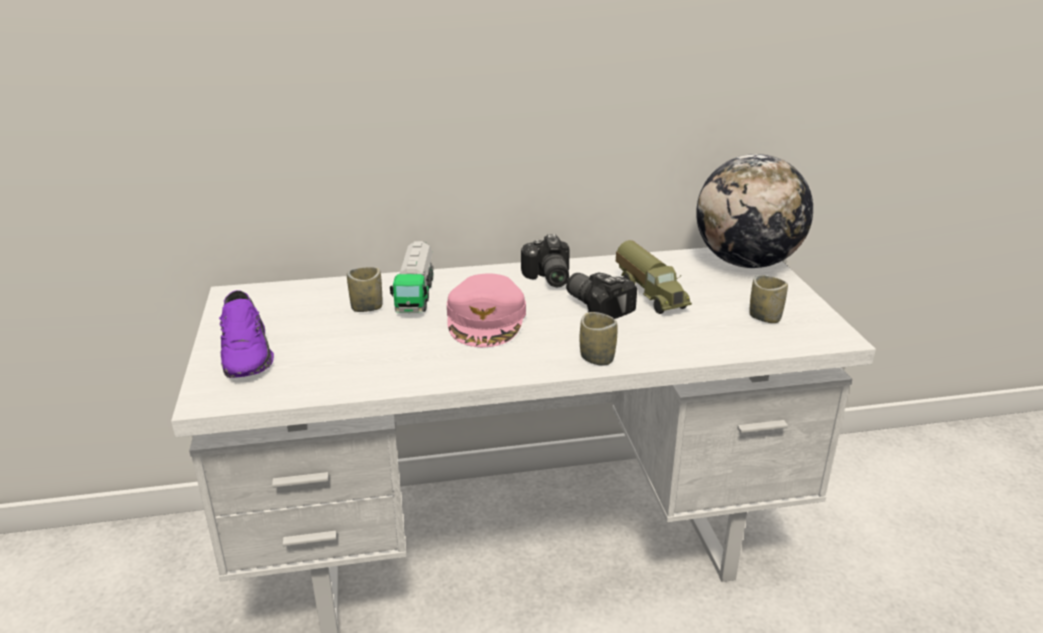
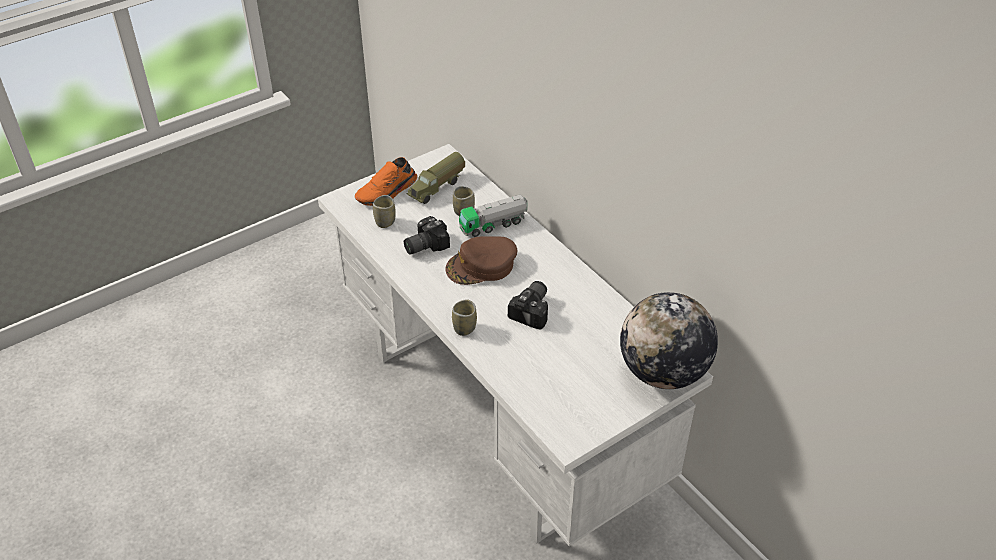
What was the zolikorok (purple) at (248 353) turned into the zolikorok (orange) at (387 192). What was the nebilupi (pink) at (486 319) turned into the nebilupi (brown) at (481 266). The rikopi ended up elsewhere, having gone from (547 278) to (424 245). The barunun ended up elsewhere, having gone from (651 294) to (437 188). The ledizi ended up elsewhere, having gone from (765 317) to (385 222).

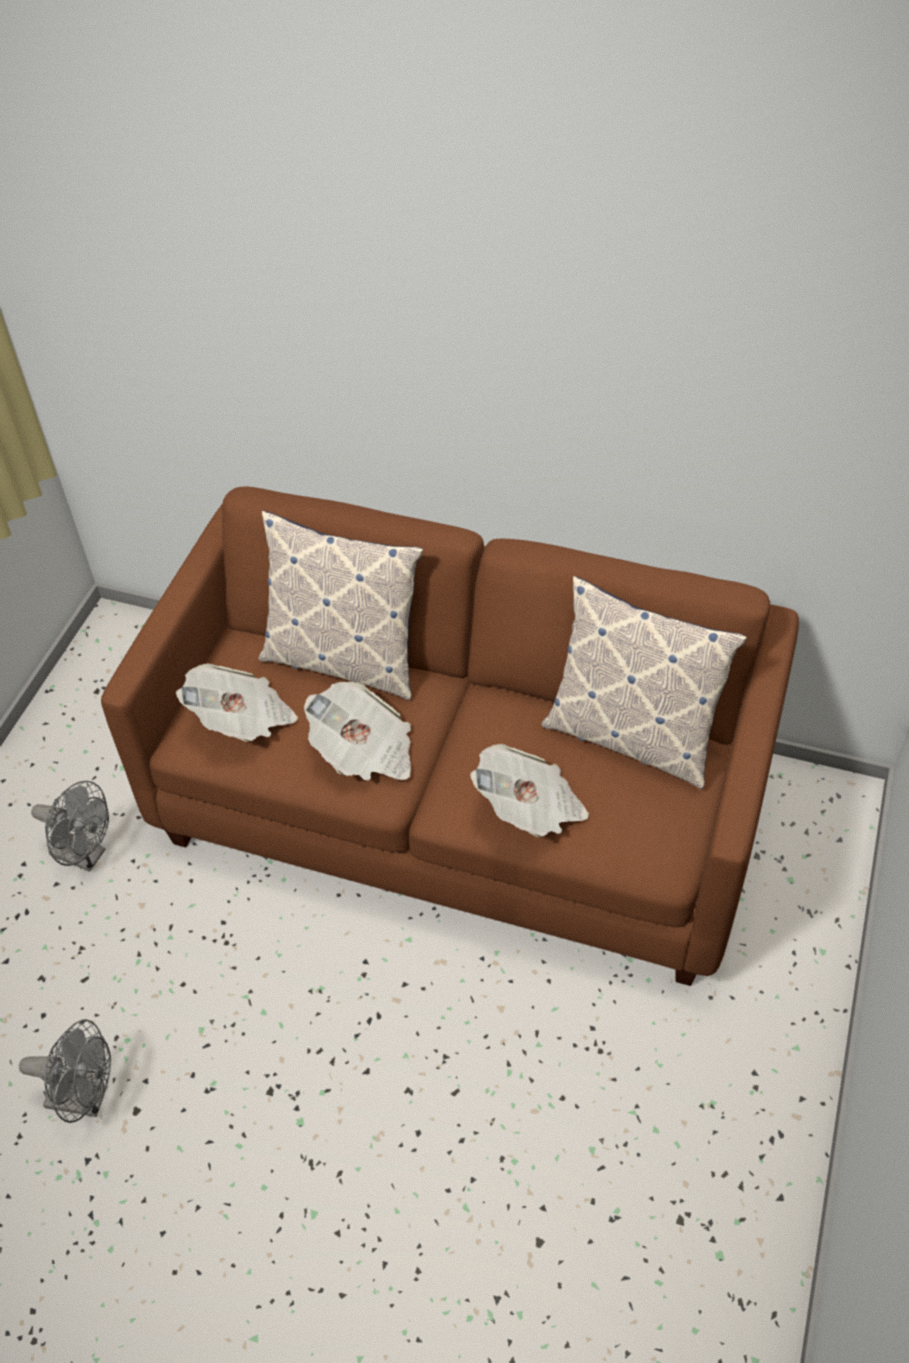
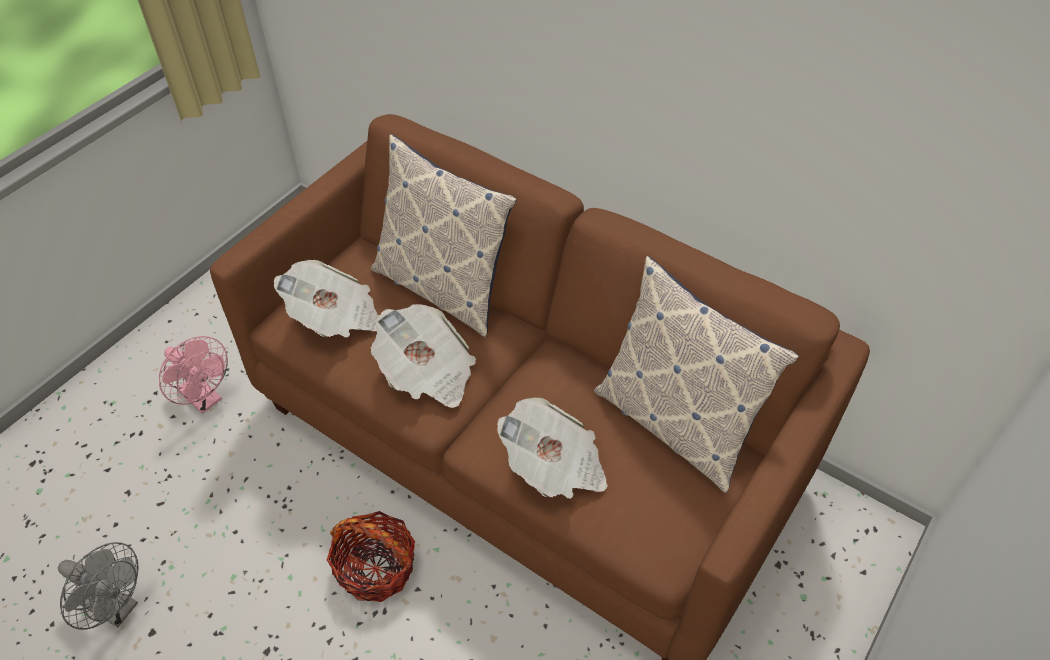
What was the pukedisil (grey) at (86 855) turned into the pukedisil (pink) at (205 399). The second view gained the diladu at (376 568).

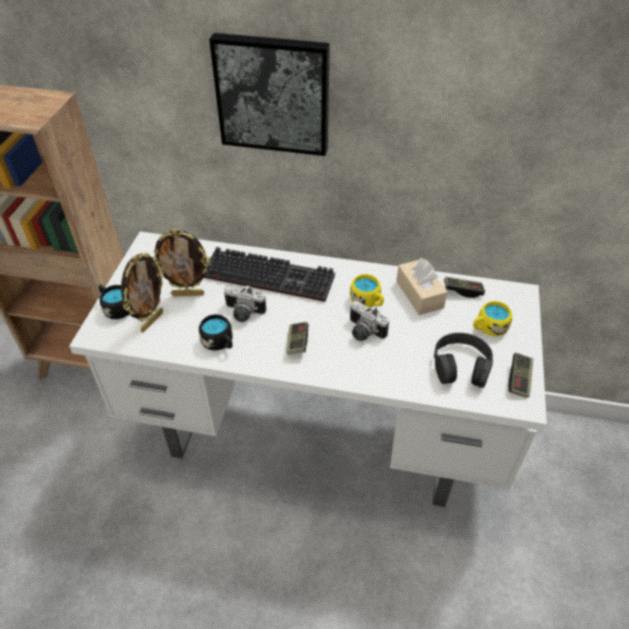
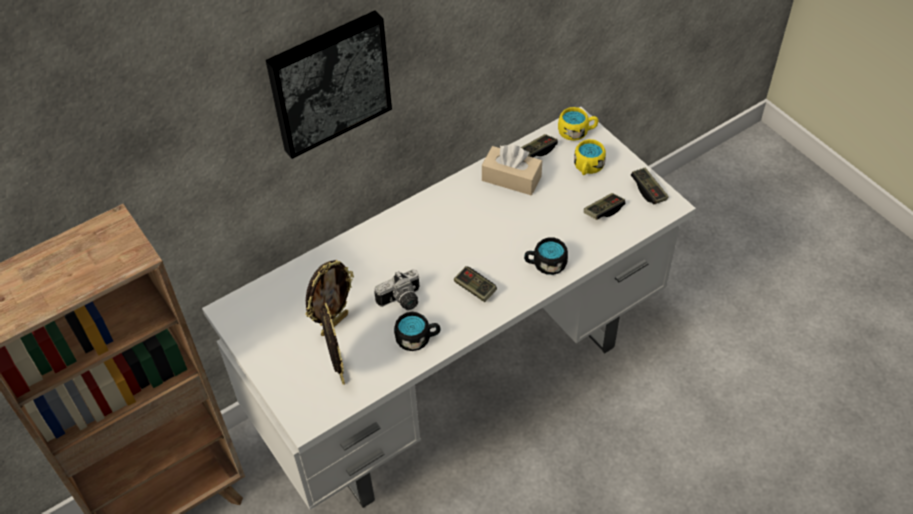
The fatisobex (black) ended up elsewhere, having gone from (116 308) to (545 264). The second view lost the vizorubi at (271 275). The fatisobex (yellow) ended up elsewhere, having gone from (367 301) to (577 132). The second view lost the rikopi at (363 332). Where the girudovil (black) stood at (461 366), the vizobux came to stand at (603 211).

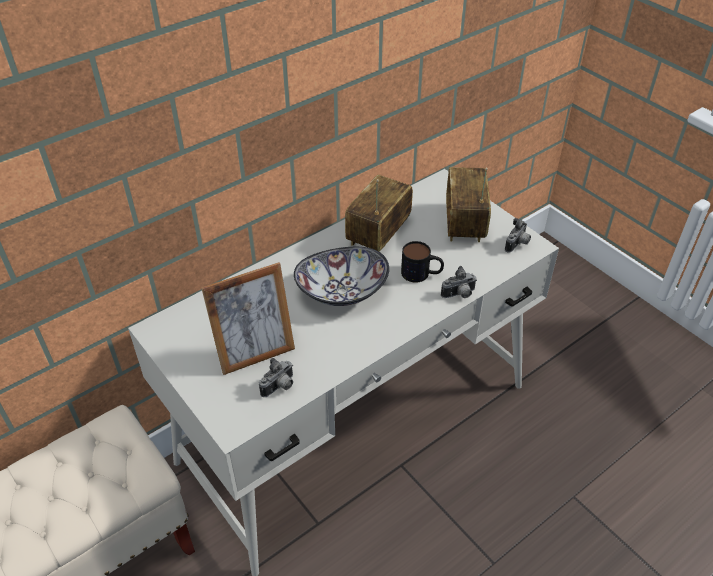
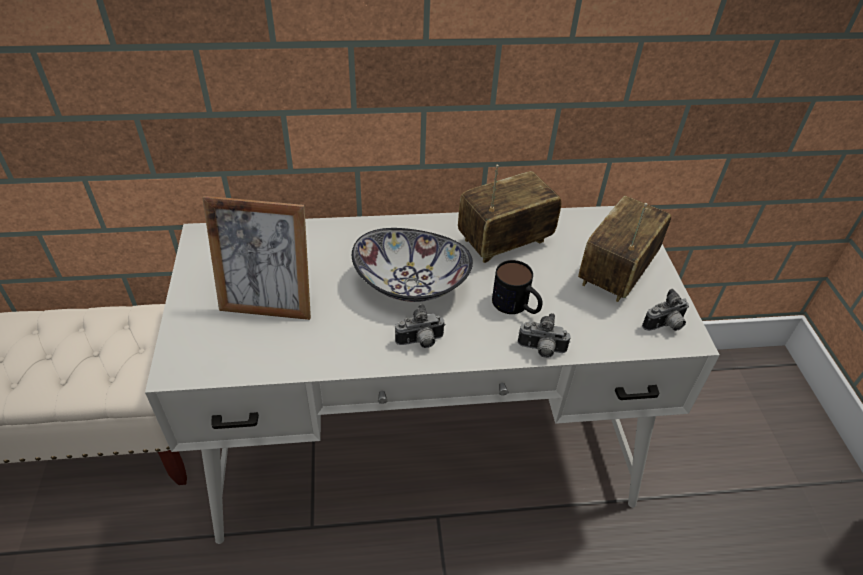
The rikopi ended up elsewhere, having gone from (279 387) to (420 342).

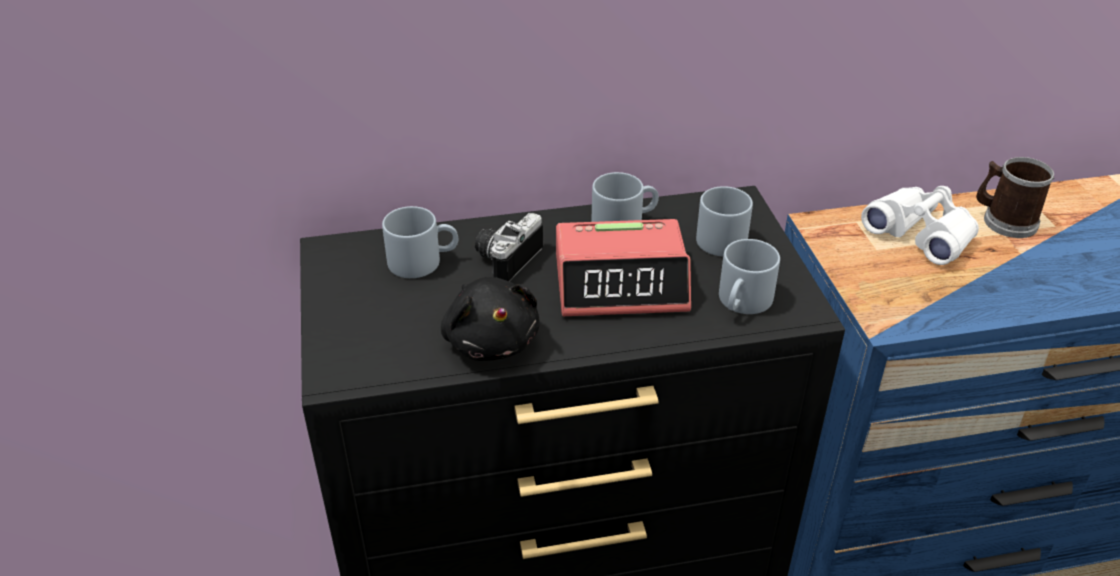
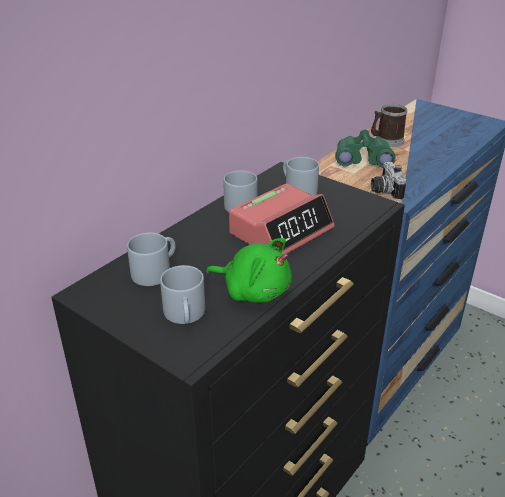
What was the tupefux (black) at (491 340) turned into the tupefux (green) at (254 290). The rikopi ended up elsewhere, having gone from (505 259) to (384 191). The fatisobex (grey) ended up elsewhere, having gone from (743 303) to (186 315). What was the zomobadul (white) at (921 234) turned into the zomobadul (green) at (363 159).

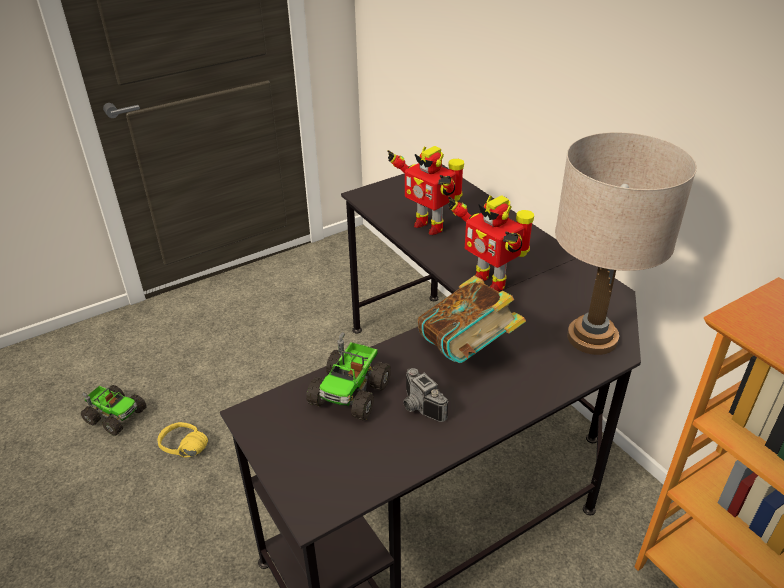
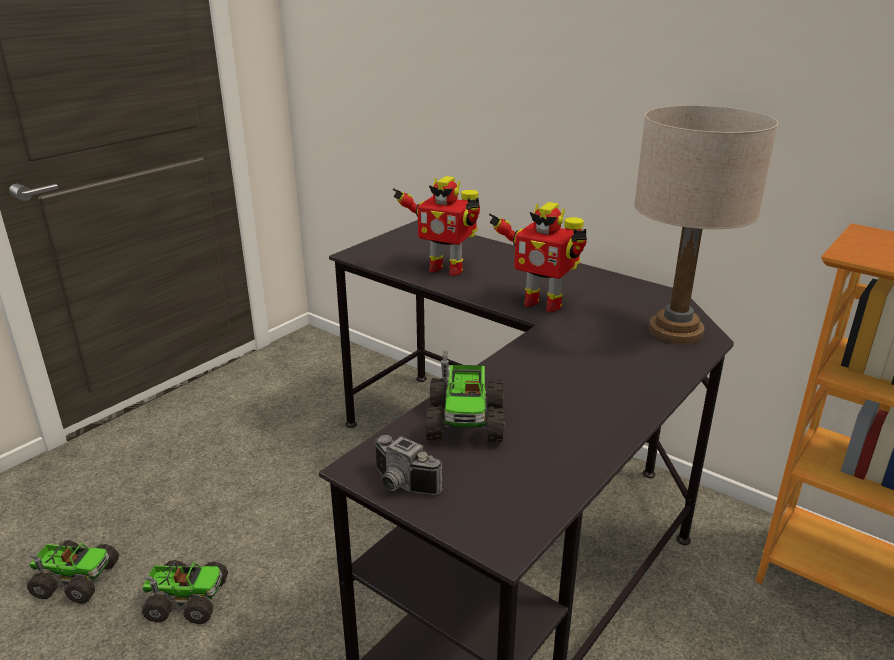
Where the girudovil (yellow) stood at (180 452), the barunun came to stand at (186 600). The rikopi ended up elsewhere, having gone from (419 408) to (401 485). The second view lost the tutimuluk at (467 350).

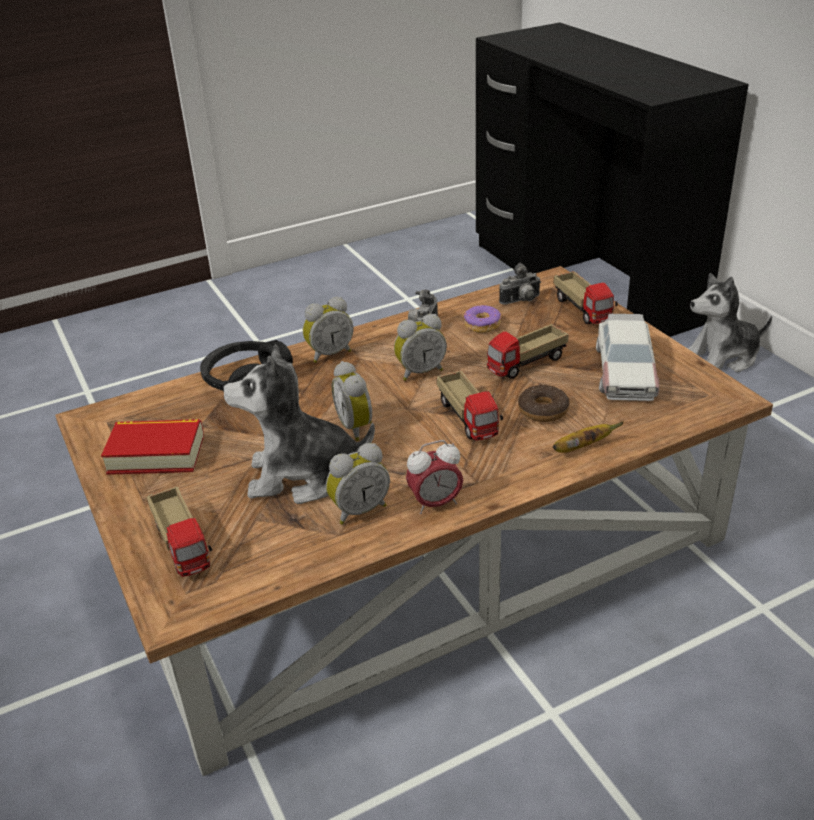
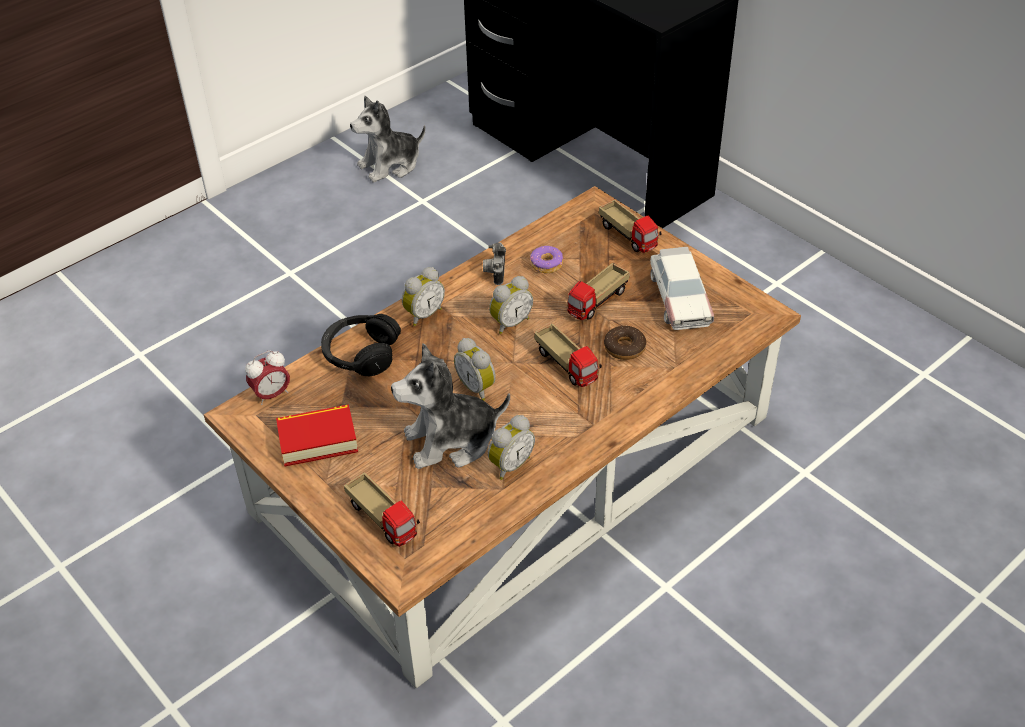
The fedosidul ended up elsewhere, having gone from (435 504) to (271 395). The second view lost the rikopi at (521 301). The second view lost the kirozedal at (582 447). The tupefux ended up elsewhere, having gone from (722 358) to (390 165).

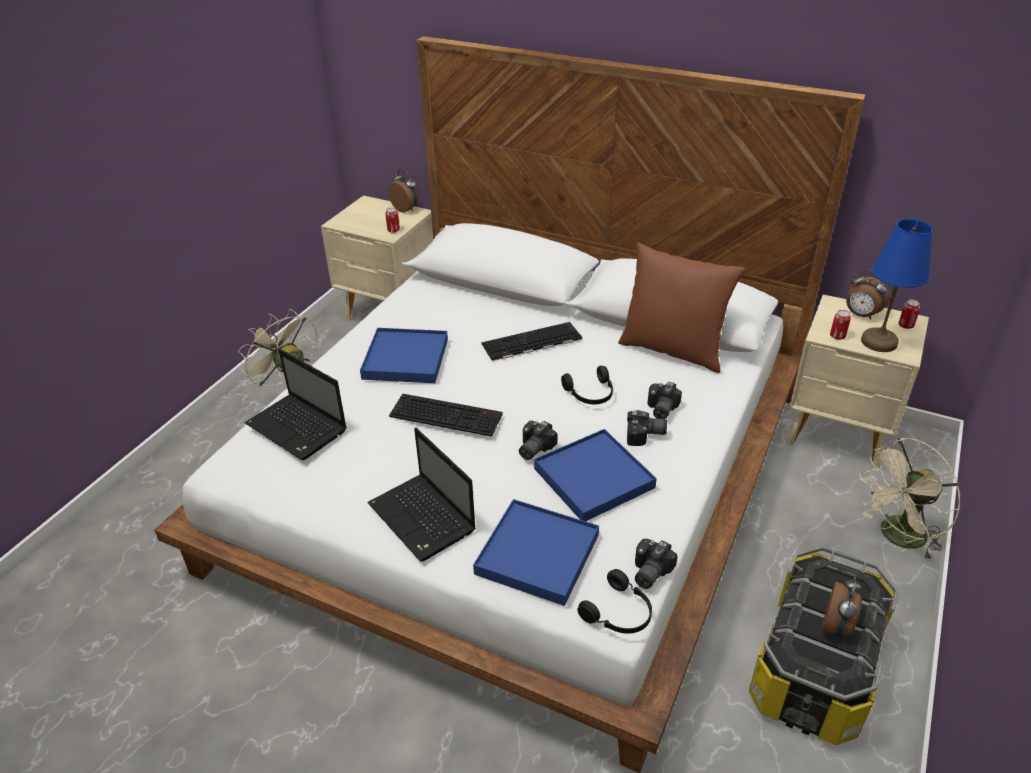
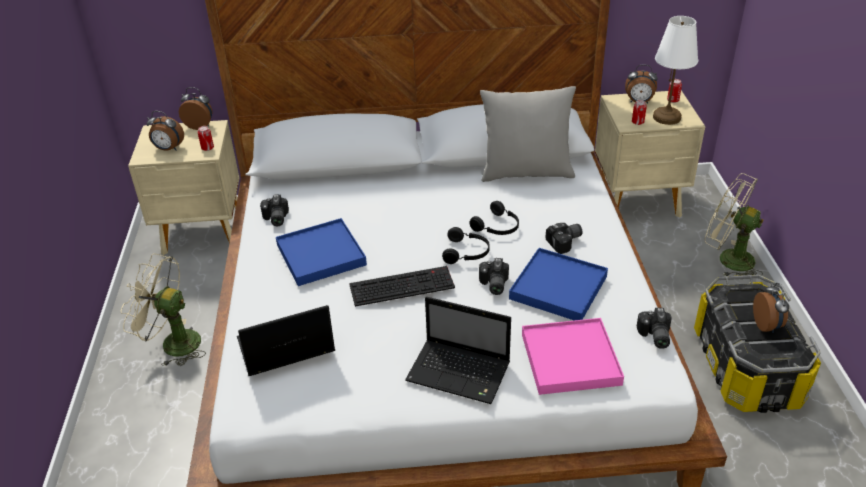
The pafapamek at (298 428) ended up facing another way, 150 degrees clockwise from before. What was the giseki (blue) at (537 555) turned into the giseki (pink) at (570 359). The second view lost the vizorubi at (531 342). The girudovil (black) ended up elsewhere, having gone from (619 613) to (467 252). What was the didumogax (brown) at (672 350) turned into the didumogax (grey) at (526 172). The rikopi ended up elsewhere, having gone from (660 409) to (275 219). The pukedisil (beige) at (897 538) ended up facing another way, 90 degrees clockwise from before. What was the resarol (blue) at (879 342) turned into the resarol (white) at (667 117). The second view gained the fedosidul at (168 149).

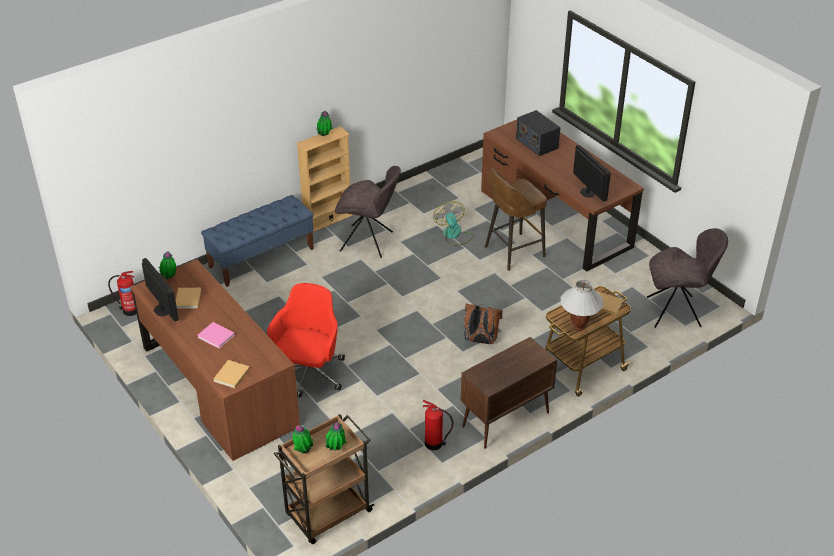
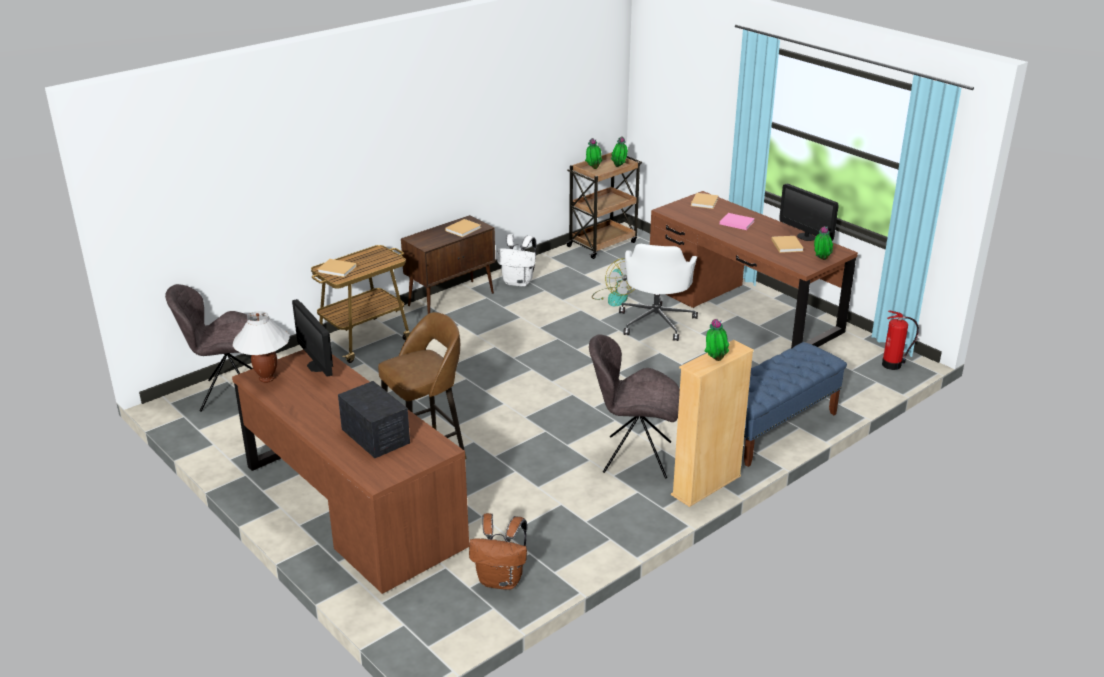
What was the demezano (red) at (308 374) turned into the demezano (white) at (656 321). Where the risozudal stood at (435 444), the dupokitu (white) came to stand at (518 282). The pukedisil ended up elsewhere, having gone from (454 235) to (614 297). The dupokitu (brown) ended up elsewhere, having gone from (480 341) to (501 580). The resarol (white) ended up elsewhere, having gone from (579 327) to (266 379). The second view gained the tutimuluk (beige) at (464 229).

